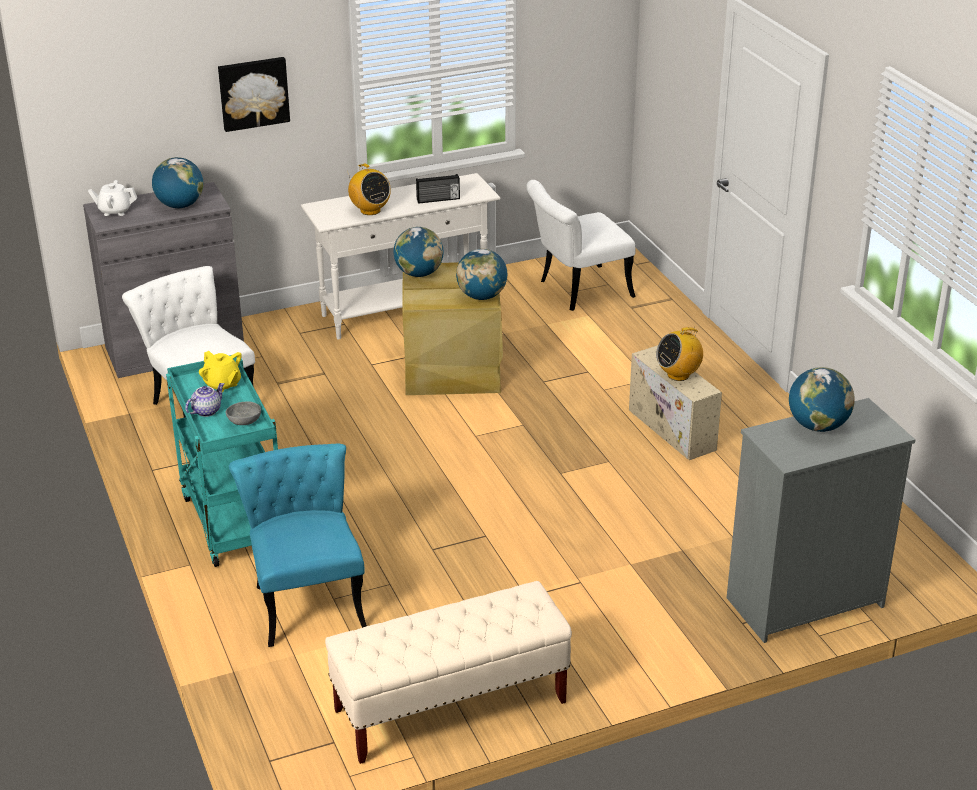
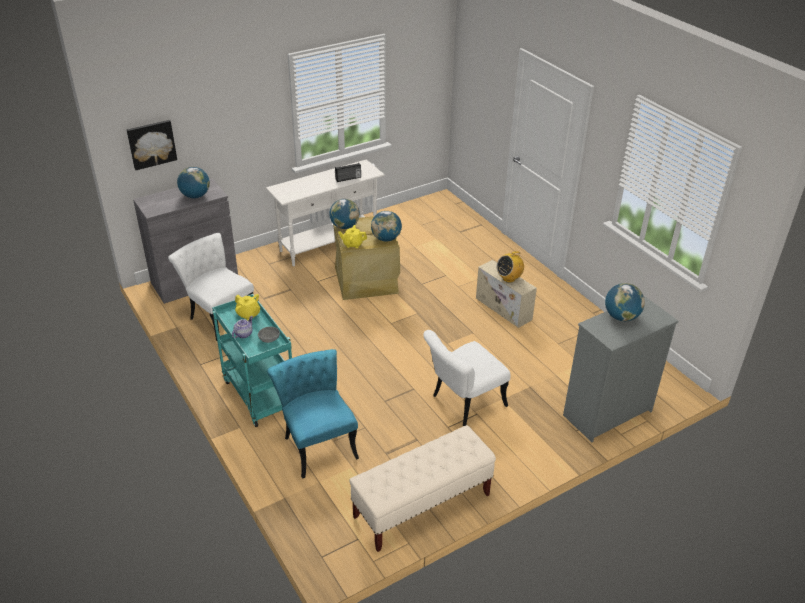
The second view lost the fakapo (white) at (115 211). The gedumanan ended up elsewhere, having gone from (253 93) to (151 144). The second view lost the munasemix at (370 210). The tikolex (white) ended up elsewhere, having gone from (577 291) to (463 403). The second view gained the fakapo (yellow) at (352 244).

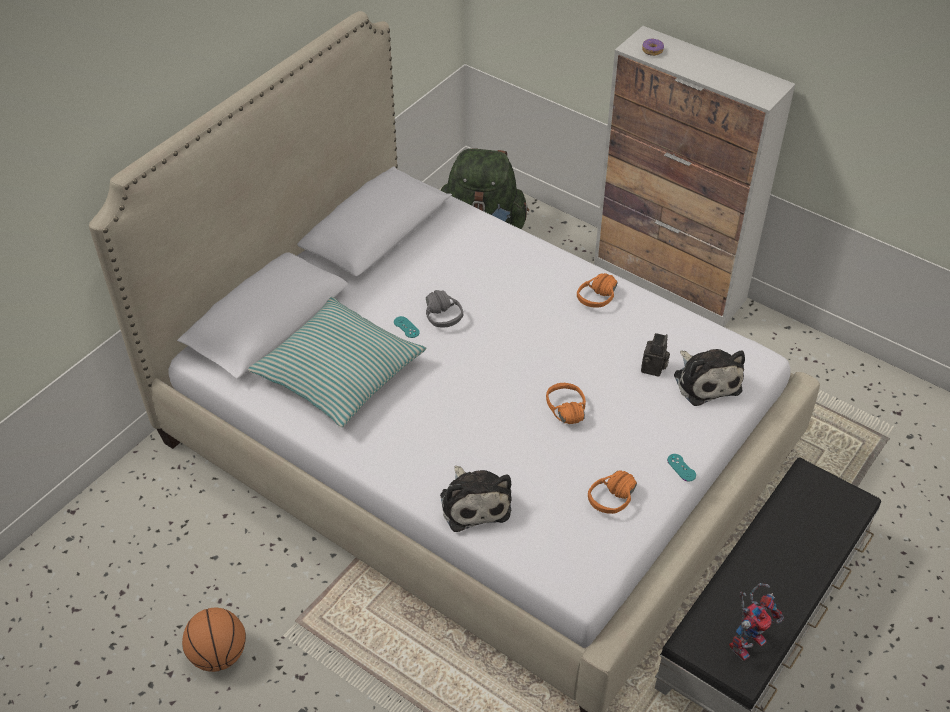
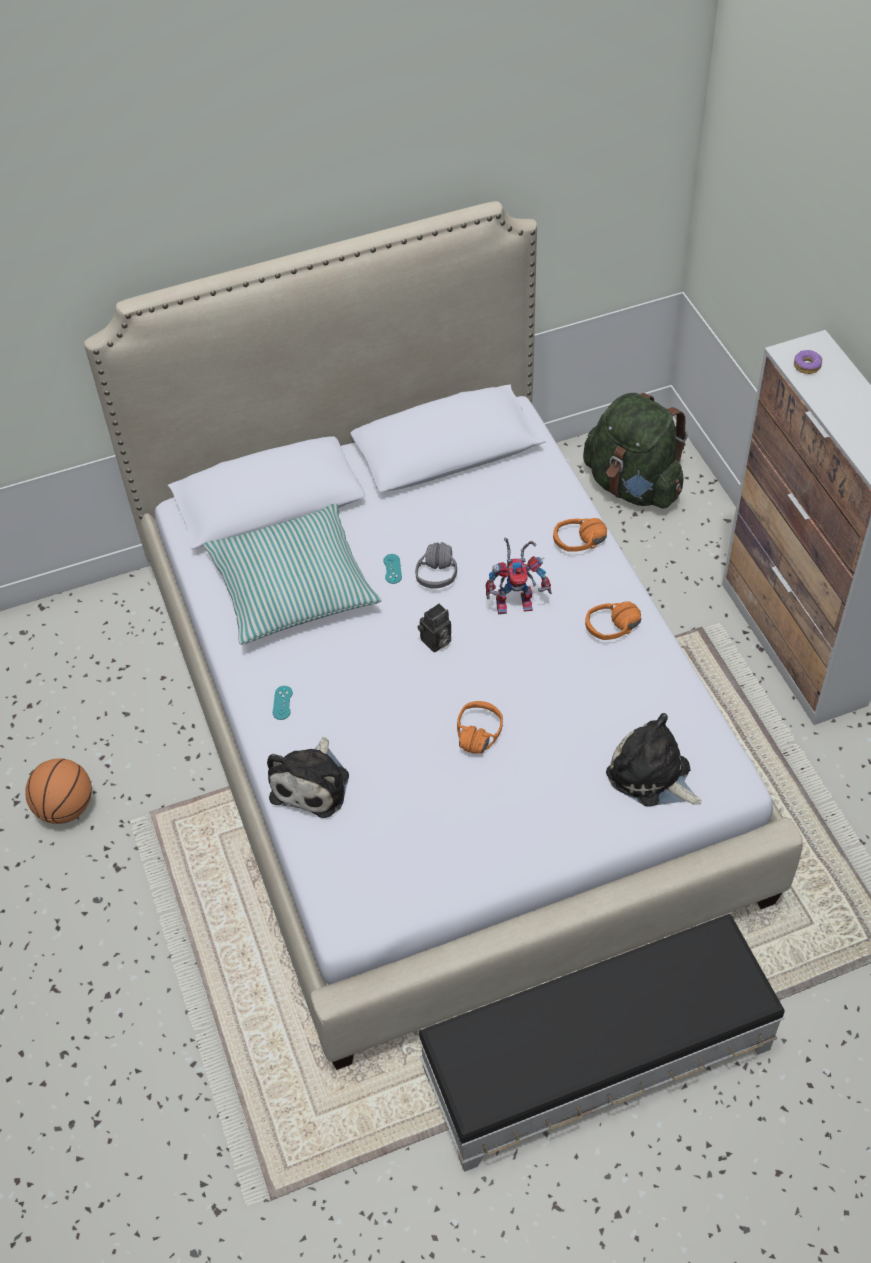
The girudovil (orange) ended up elsewhere, having gone from (618 503) to (582 547). The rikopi ended up elsewhere, having gone from (653 369) to (436 642). The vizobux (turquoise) ended up elsewhere, having gone from (681 467) to (282 703). The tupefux at (706 380) ended up facing another way, 120 degrees clockwise from before. The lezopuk ended up elsewhere, having gone from (747 640) to (517 601).

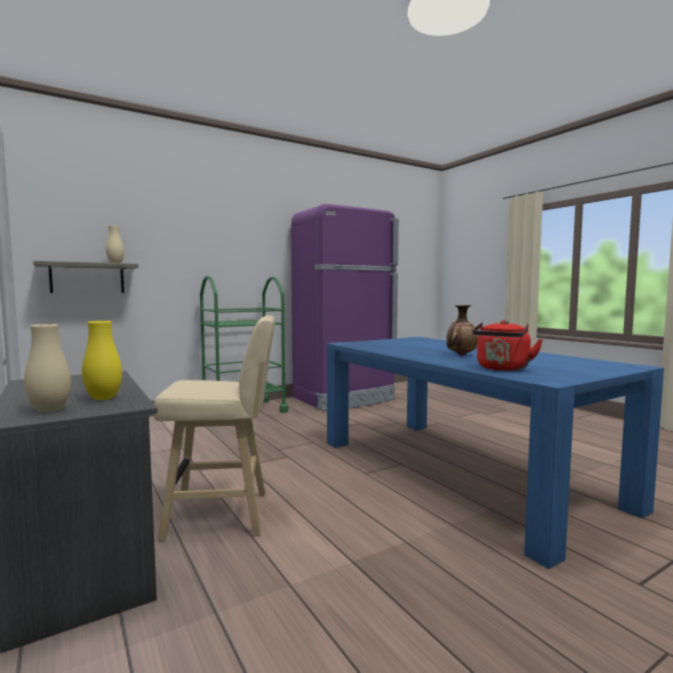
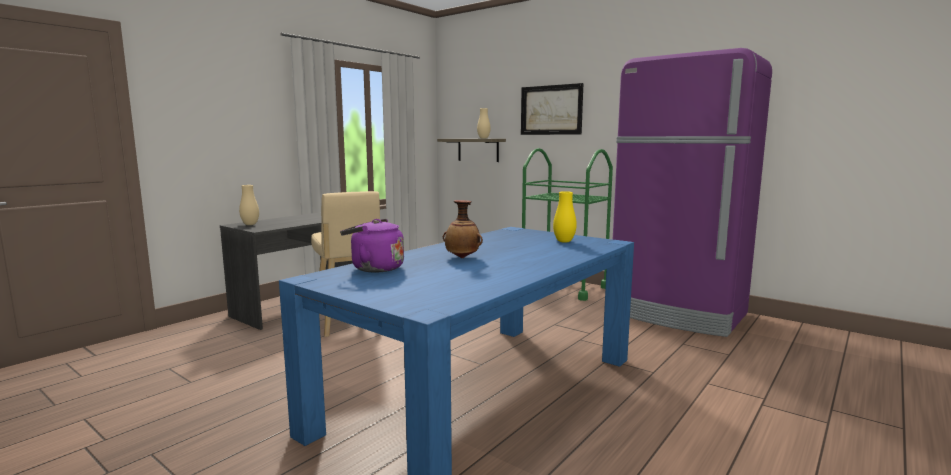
The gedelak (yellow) ended up elsewhere, having gone from (103 398) to (564 241). What was the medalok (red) at (502 369) turned into the medalok (purple) at (374 268). The second view gained the gedumanan at (551 110).

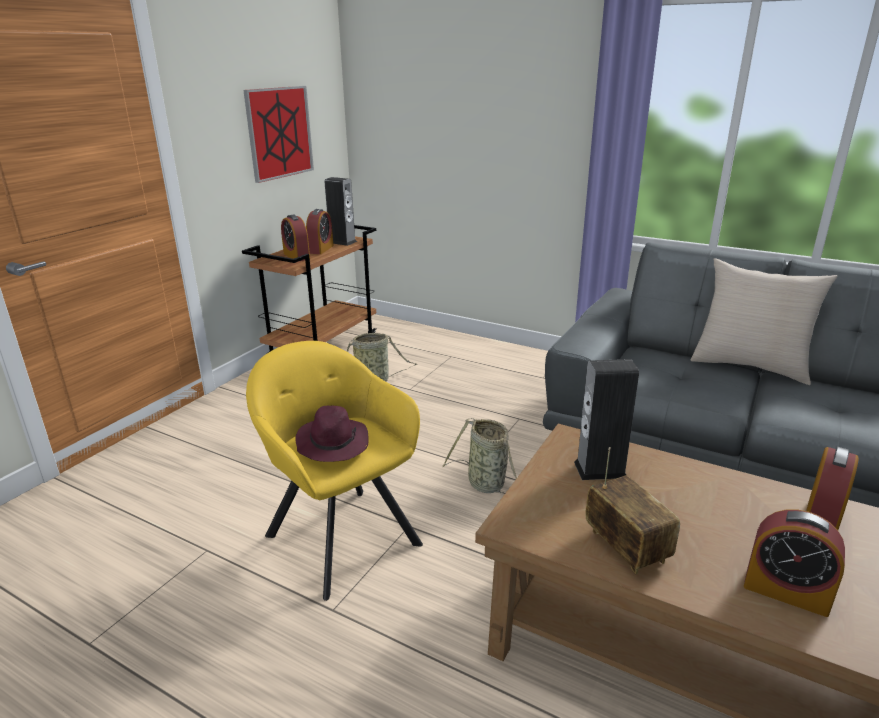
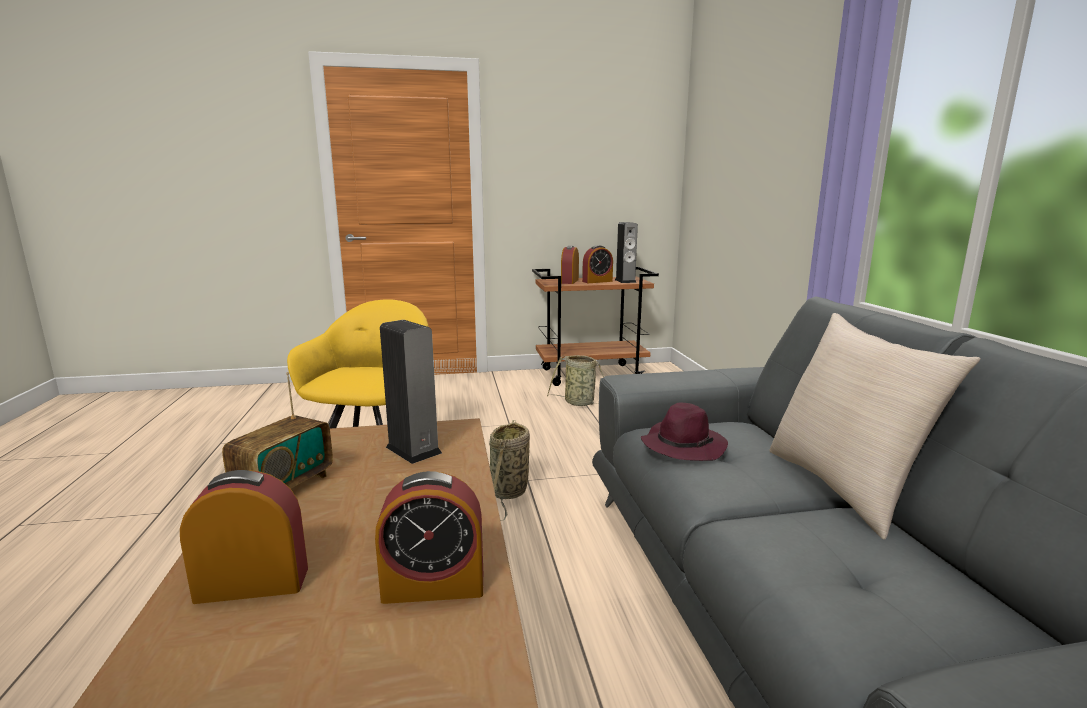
The second view lost the gedumanan at (279 133). The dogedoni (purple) ended up elsewhere, having gone from (332 443) to (683 445). The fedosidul at (786 591) ended up facing another way, 90 degrees clockwise from before.

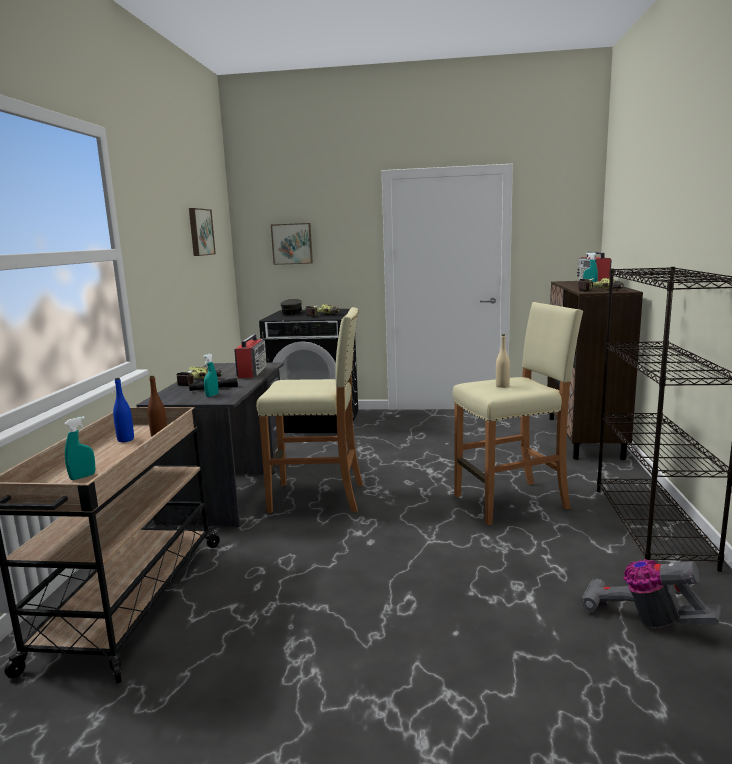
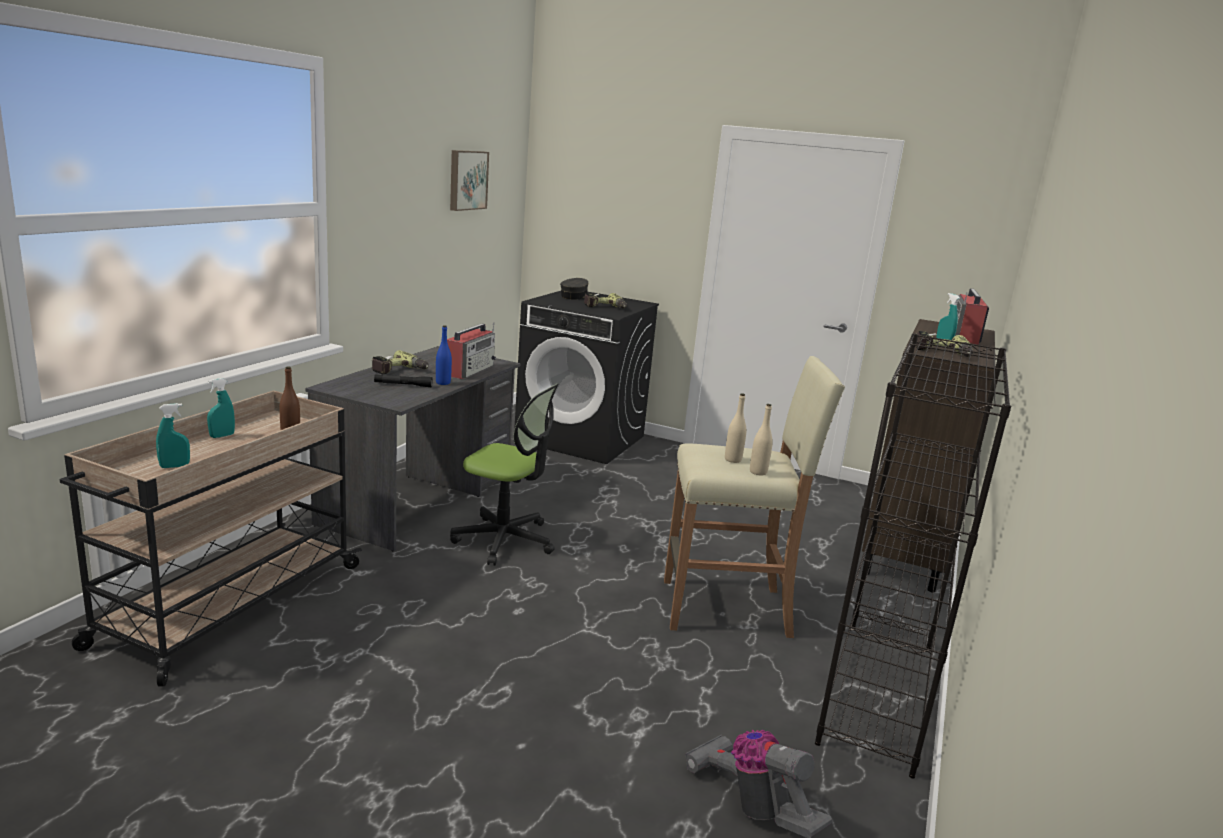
The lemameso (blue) ended up elsewhere, having gone from (125 440) to (443 383). The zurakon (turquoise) ended up elsewhere, having gone from (212 395) to (222 436). Where the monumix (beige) stood at (318 498), the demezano came to stand at (504 540). The second view lost the gedumanan at (292 244). The second view gained the lemameso (beige) at (758 472).

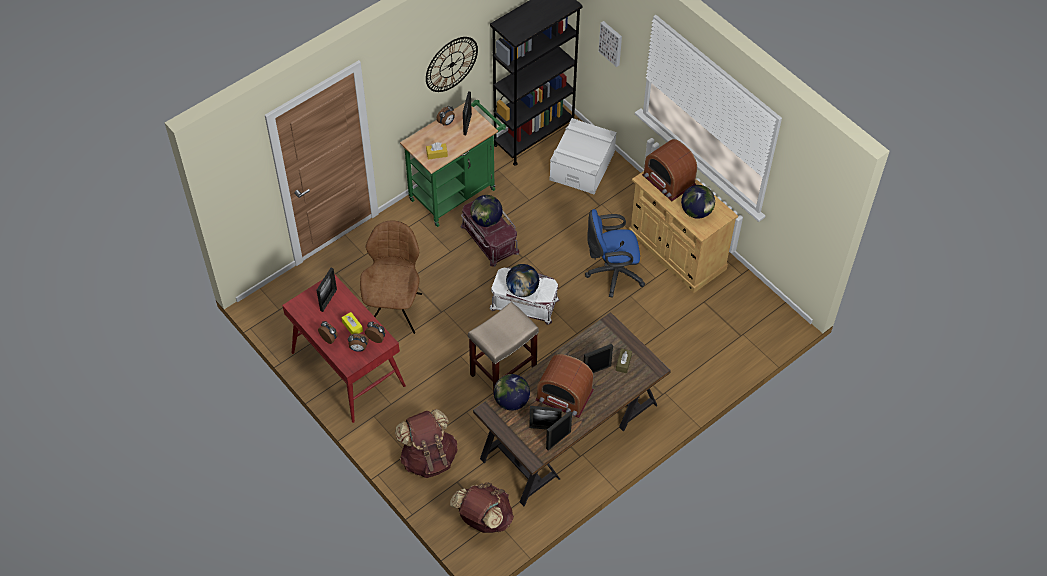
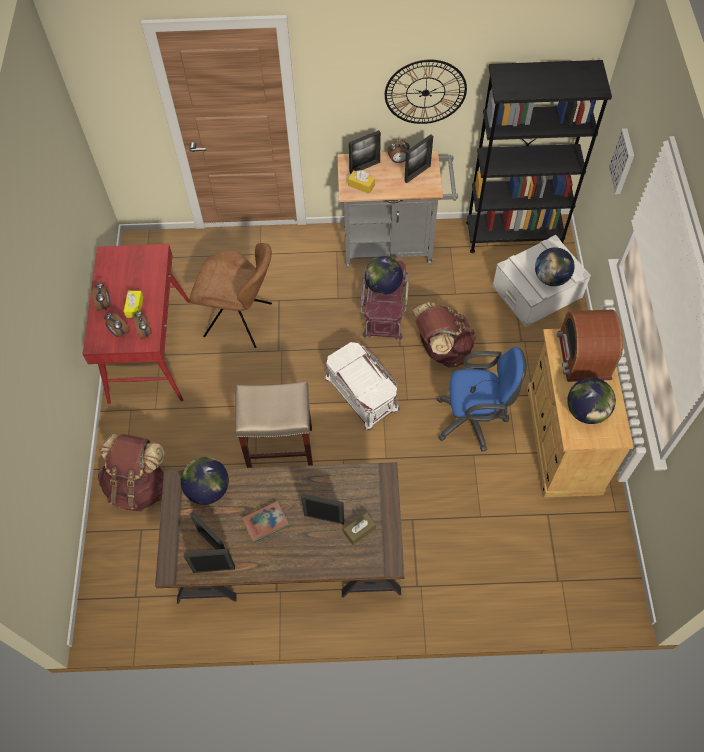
The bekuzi ended up elsewhere, having gone from (328 300) to (364 167). The tikolex (brown) at (395 309) ended up facing another way, 60 degrees clockwise from before. What was the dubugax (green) at (456 191) turned into the dubugax (grey) at (394 245). The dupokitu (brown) ended up elsewhere, having gone from (483 519) to (441 349). The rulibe ended up elsewhere, having gone from (522 289) to (551 278). Where the munasemix stood at (564 395), the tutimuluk came to stand at (265 522). The demezano (blue) at (612 273) ended up facing another way, 150 degrees clockwise from before.

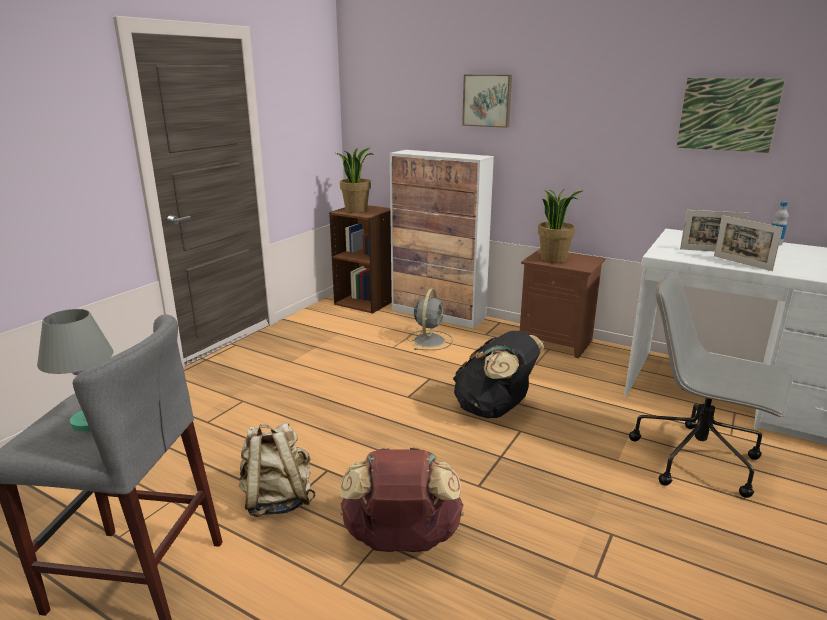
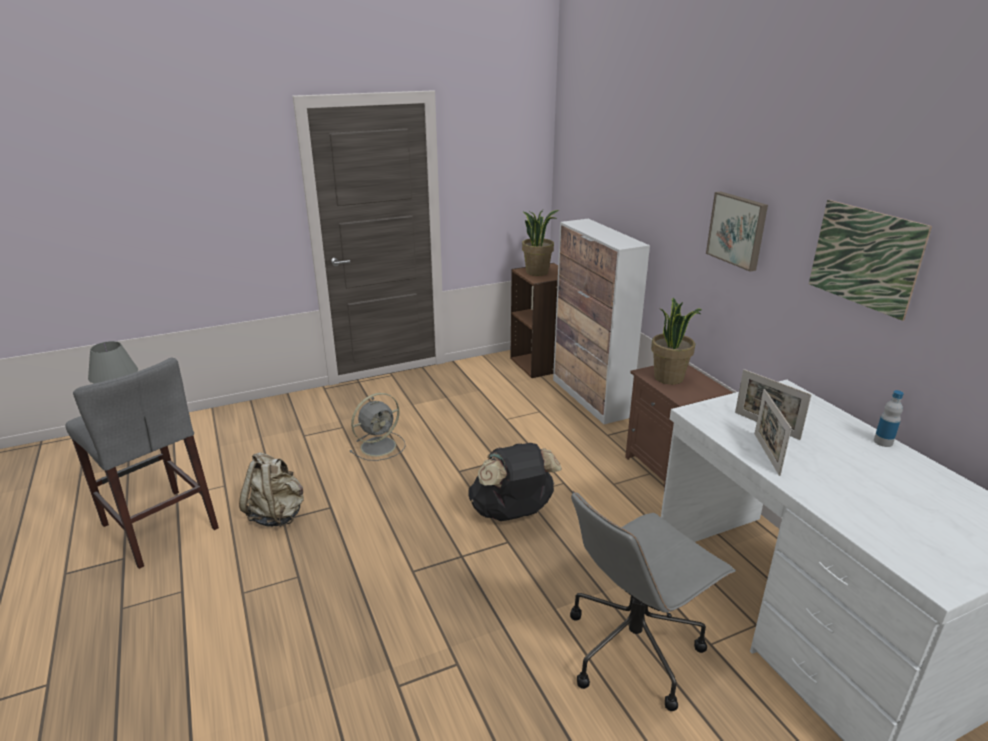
The second view lost the dupokitu (brown) at (401 542). The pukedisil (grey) ended up elsewhere, having gone from (429 340) to (380 446). The gedumanan ended up elsewhere, having gone from (487 100) to (738 230). The demezano (grey) at (698 459) ended up facing another way, 105 degrees counterclockwise from before.

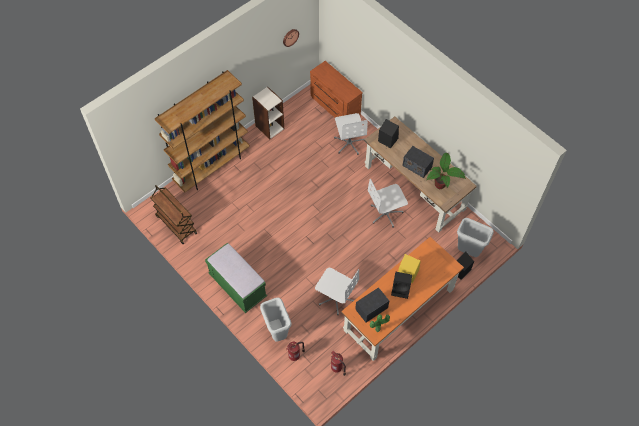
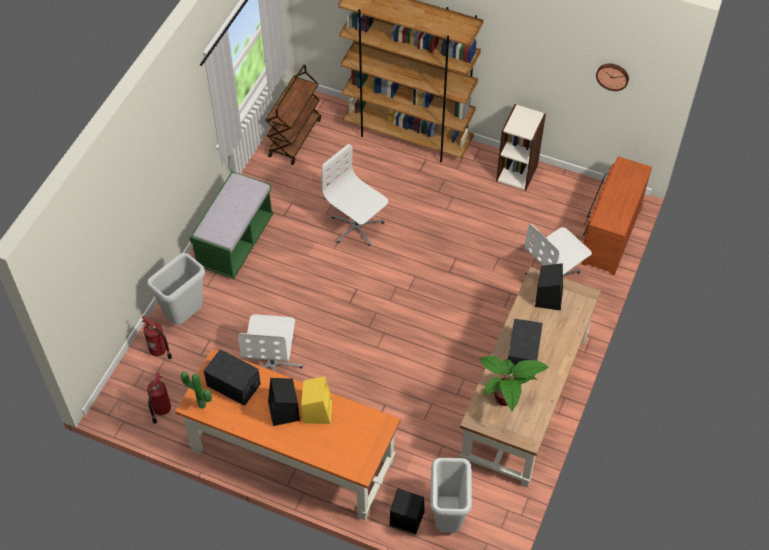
The demezano (white) ended up elsewhere, having gone from (386 213) to (356 227).

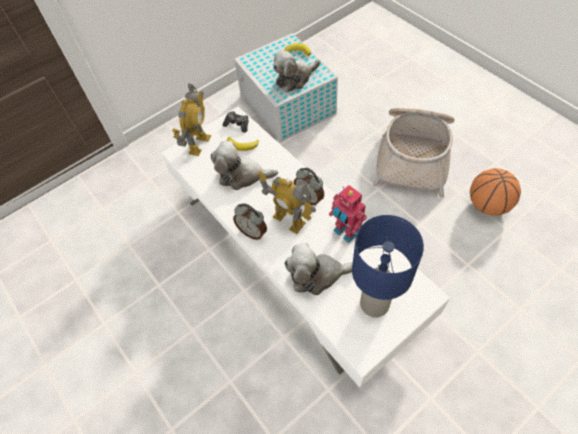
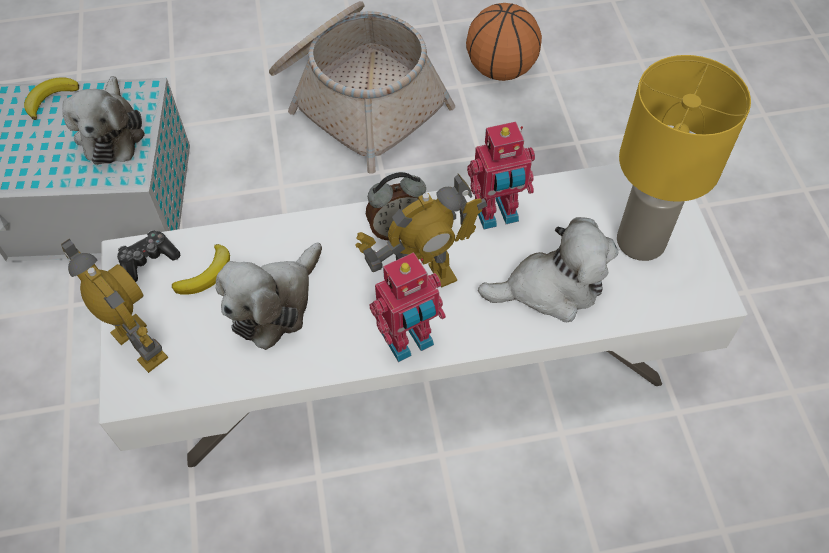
Where the fedosidul stood at (252 232), the lezopuk came to stand at (409 342). The tupefux at (317 275) ended up facing another way, 120 degrees counterclockwise from before. What was the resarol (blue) at (373 303) turned into the resarol (yellow) at (639 242).

